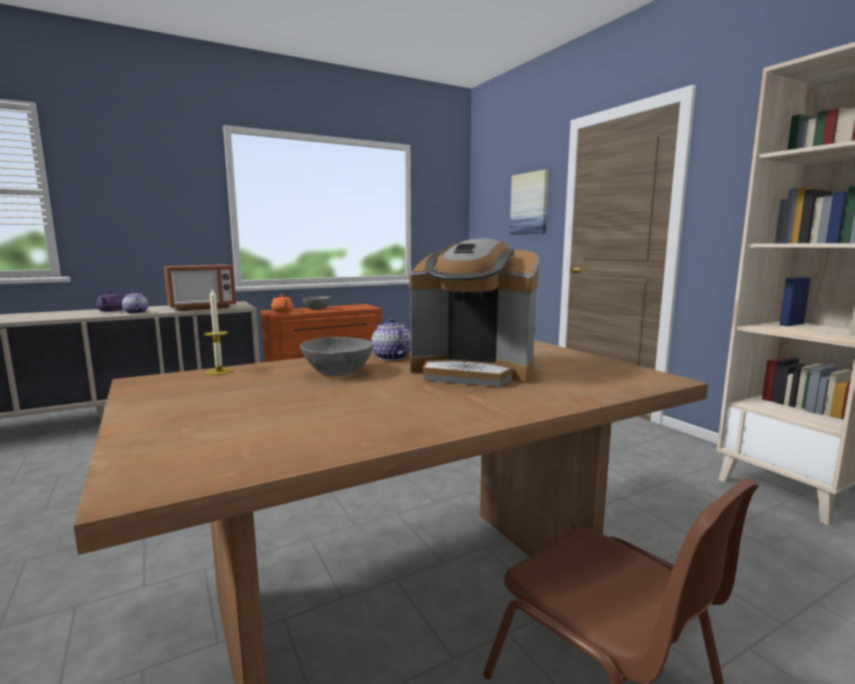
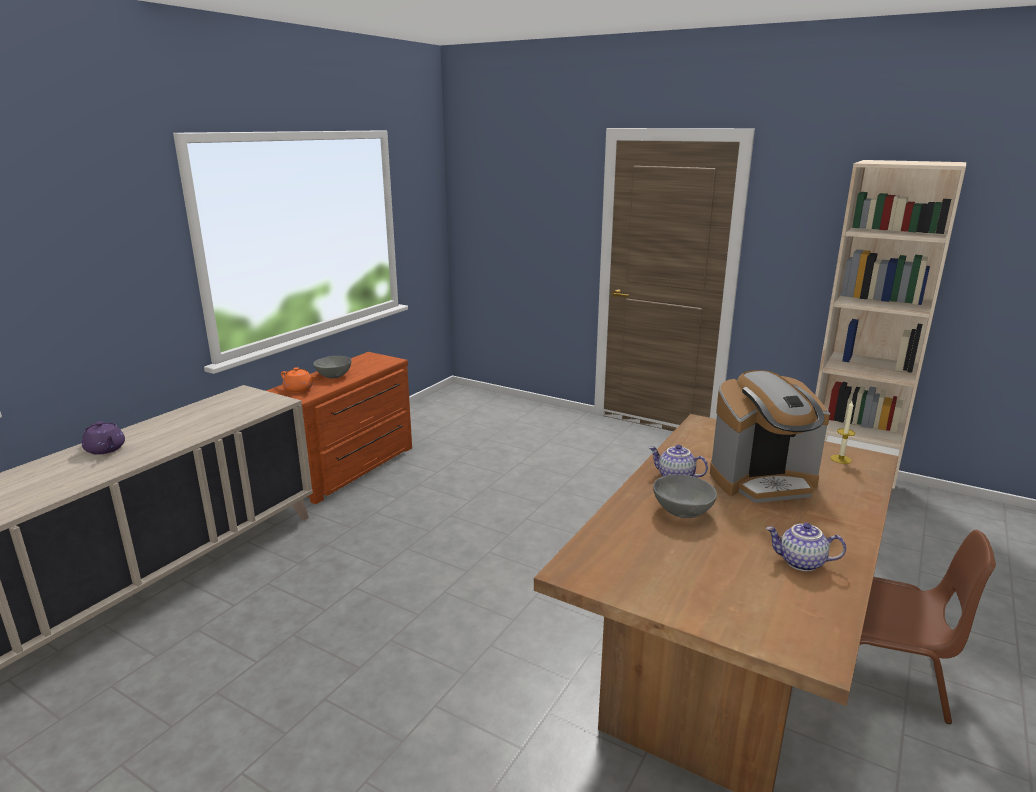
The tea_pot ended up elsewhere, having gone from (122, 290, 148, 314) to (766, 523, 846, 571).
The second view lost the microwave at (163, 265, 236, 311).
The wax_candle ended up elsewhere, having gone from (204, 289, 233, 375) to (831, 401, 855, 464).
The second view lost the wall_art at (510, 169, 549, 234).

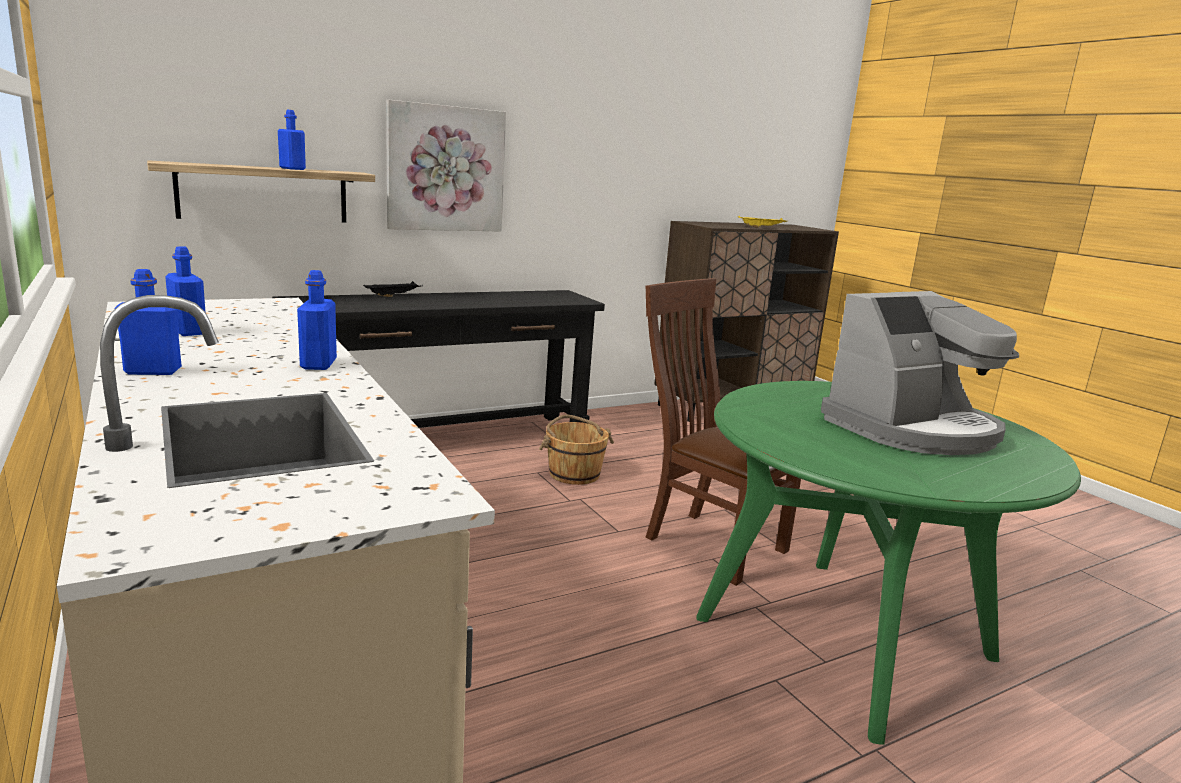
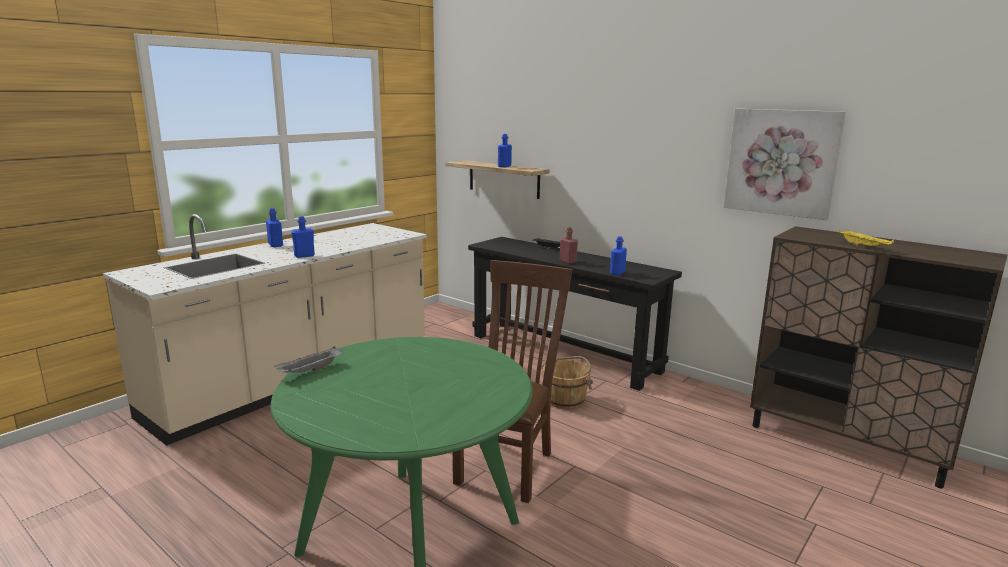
The blue-coloured_bottle ended up elsewhere, having gone from (165, 246, 205, 336) to (610, 236, 627, 276).
The wall_art ended up elsewhere, having gone from (386, 100, 506, 232) to (724, 109, 846, 220).
The second view lost the coffee_machine at (821, 291, 1019, 455).
The second view gained the grey_tray at (274, 346, 342, 373).
The second view gained the reddish_bottle at (560, 227, 578, 264).

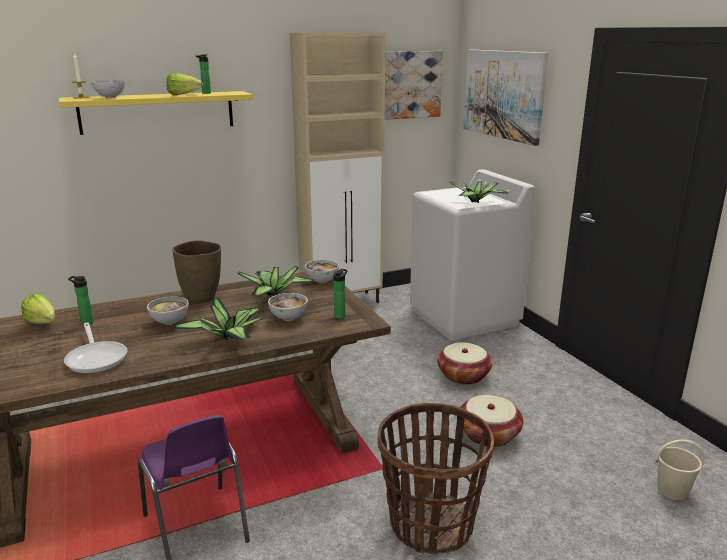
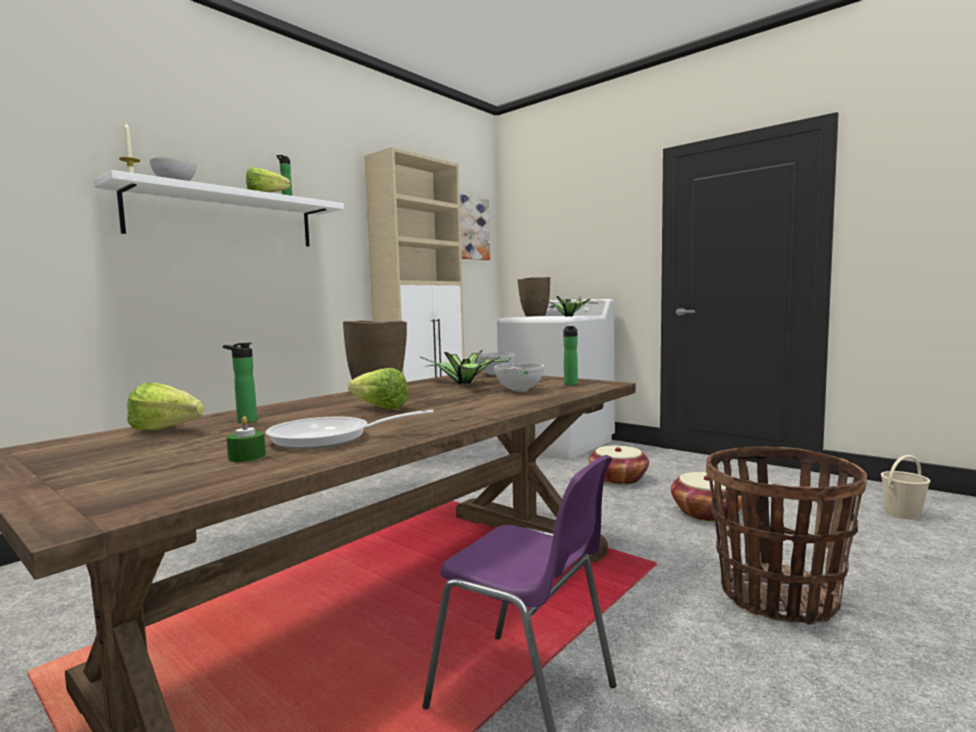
What was the yellow_bracket_shelf at (59, 91, 253, 135) turned into the whitish_bracket_shelf at (94, 170, 344, 247).
The skillet at (64, 323, 127, 374) ended up facing another way, 135 degrees clockwise from before.
Where the bowl stood at (147, 296, 189, 325), the head_of_lettuce came to stand at (348, 368, 408, 410).
The second view lost the houseplant at (175, 298, 263, 341).
The second view lost the wall_art at (463, 50, 548, 146).
The second view gained the greenish_wax_candle at (226, 416, 266, 462).
The second view gained the brown-coloured_vase at (518, 277, 550, 317).

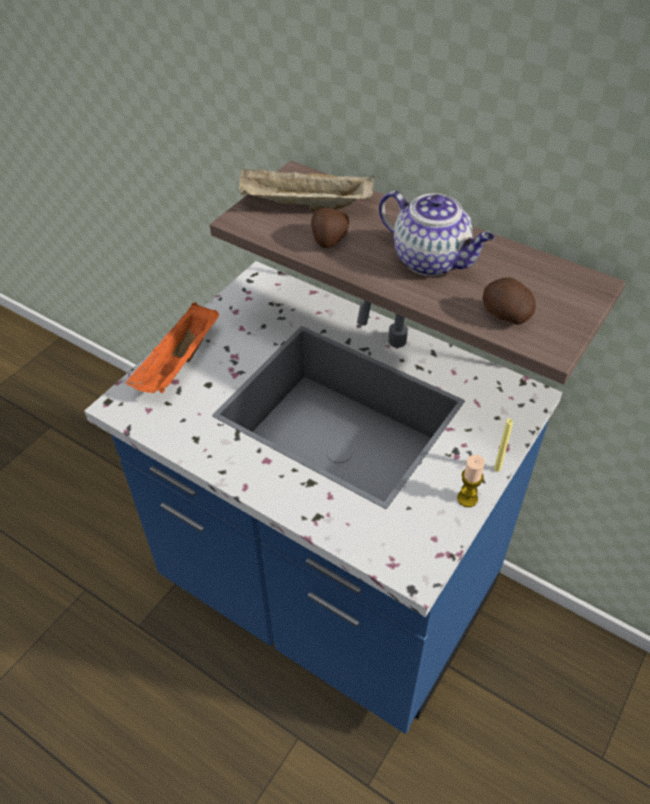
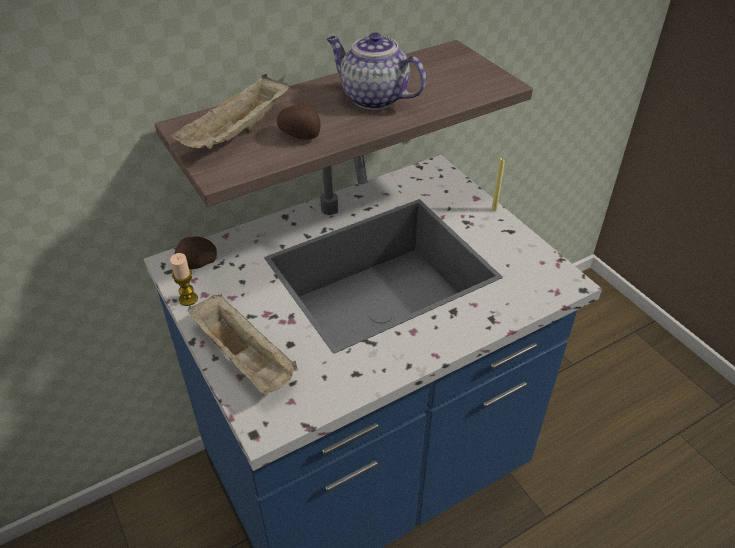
What was the orangey_tray at (126, 302, 219, 393) turned into the sand-coloured_tray at (188, 294, 298, 396).
The tea_pot at (379, 190, 495, 276) ended up facing another way, 120 degrees counterclockwise from before.
The wax_candle ended up elsewhere, having gone from (457, 455, 485, 507) to (170, 253, 198, 306).
The spud ended up elsewhere, having gone from (482, 277, 536, 325) to (174, 237, 217, 270).

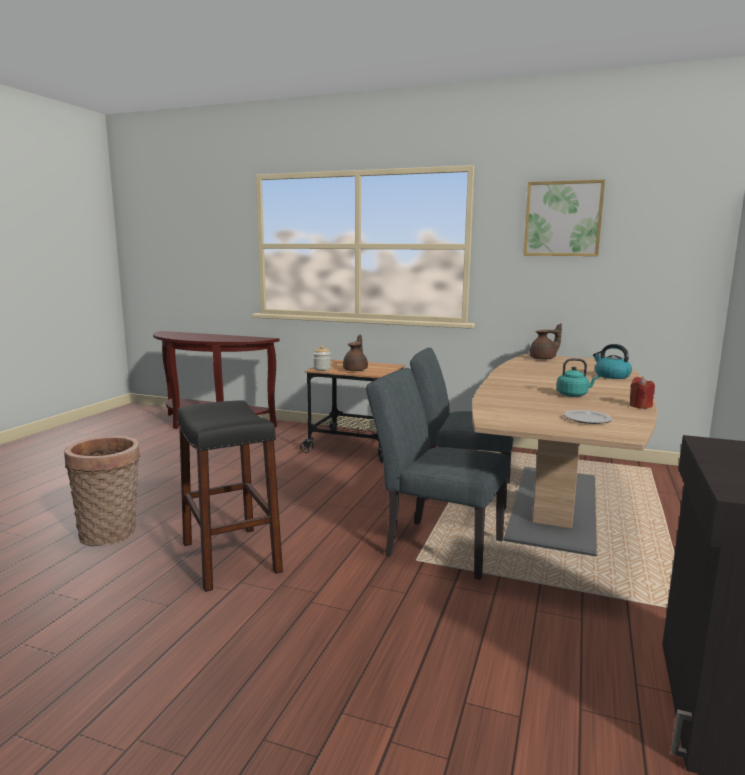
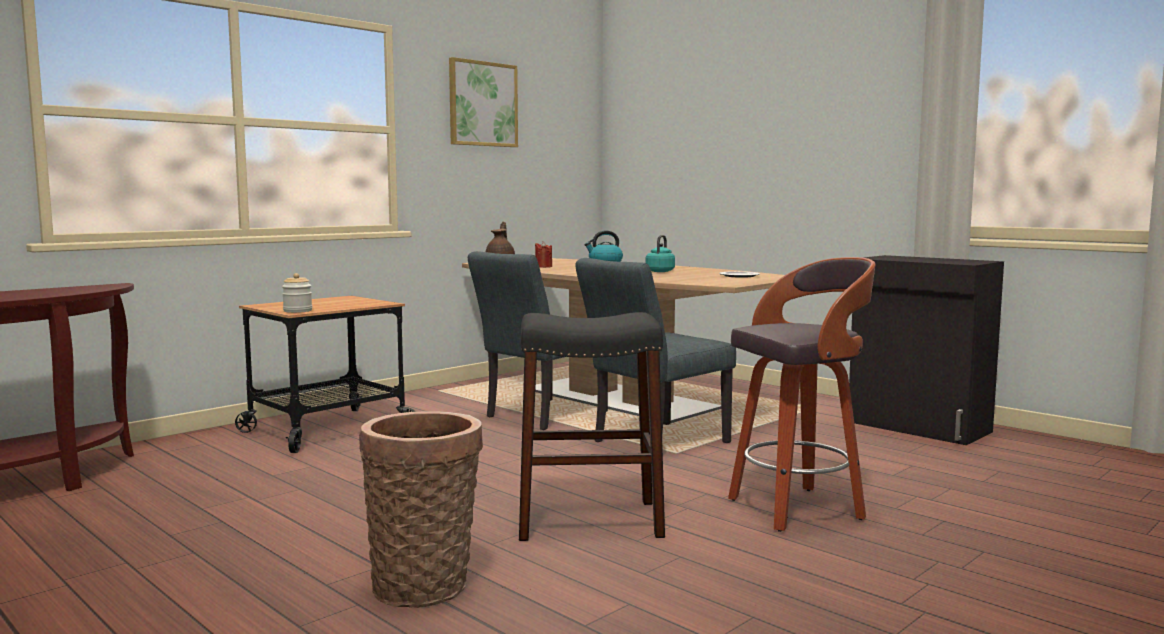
The second view lost the brown-coloured_tea_pot at (343, 334, 368, 371).
The reddish_wax_candle ended up elsewhere, having gone from (629, 376, 655, 409) to (535, 241, 552, 268).
The second view gained the stool at (728, 257, 876, 532).

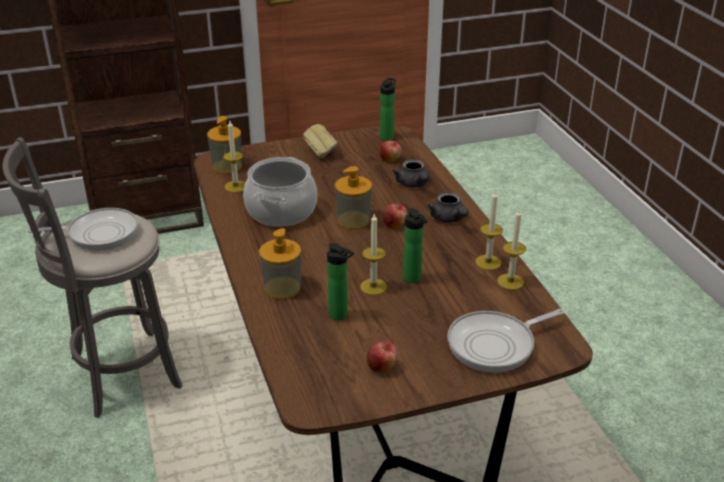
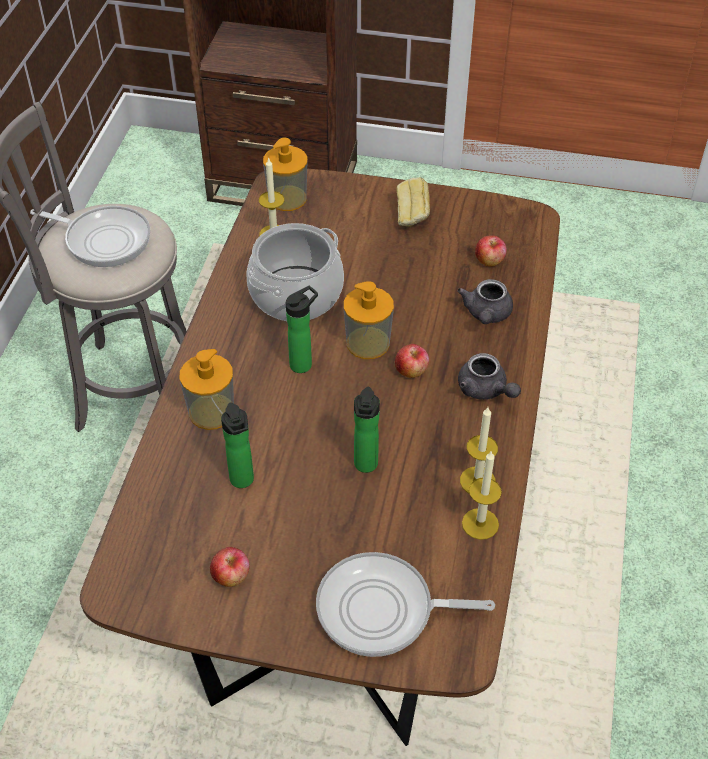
The second view lost the wax_candle at (360, 214, 387, 295).
The bottle ended up elsewhere, having gone from (380, 78, 396, 141) to (286, 286, 318, 373).
The grey_tea_pot at (428, 192, 469, 223) ended up facing another way, 45 degrees counterclockwise from before.

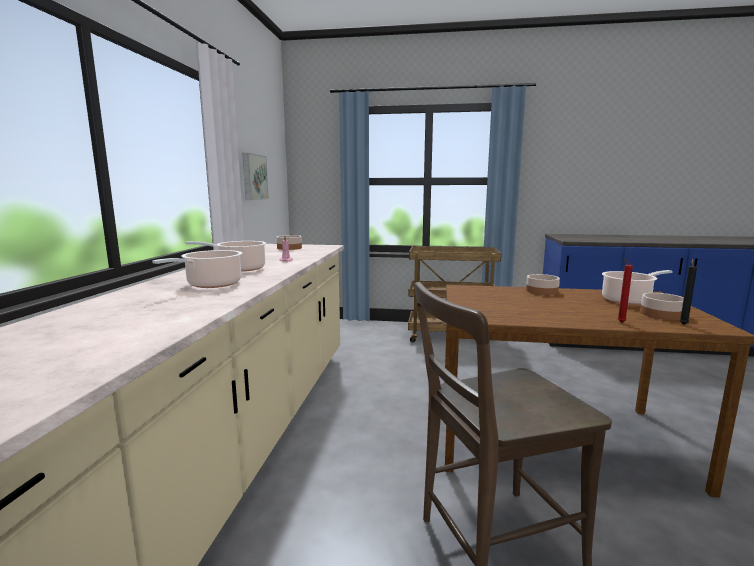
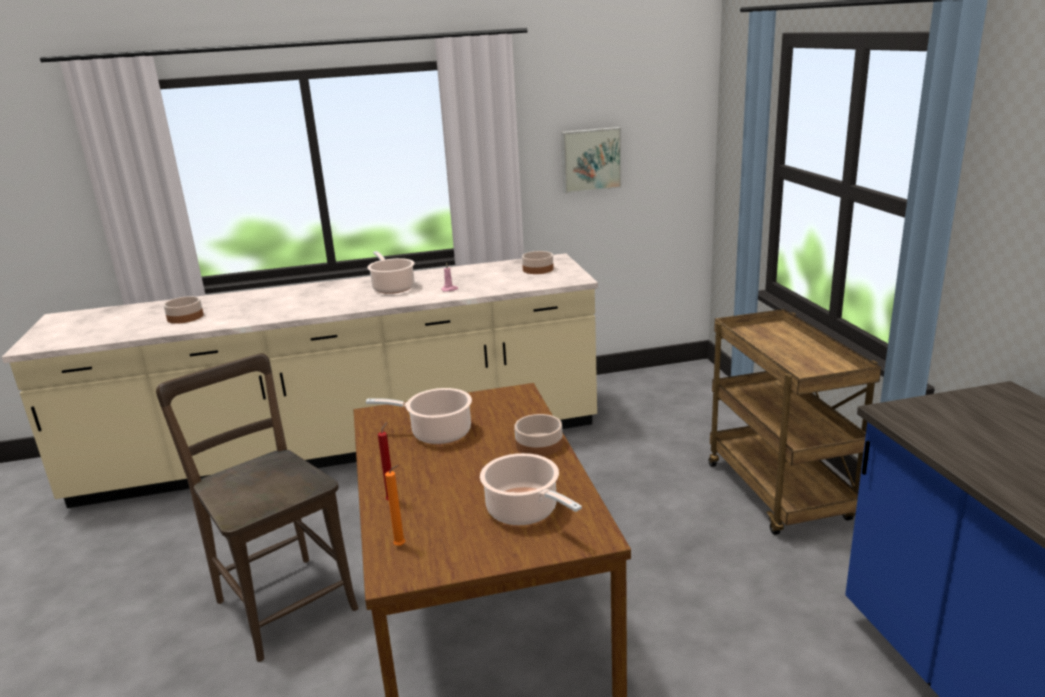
The saucepot ended up elsewhere, having gone from (152, 250, 242, 288) to (366, 388, 472, 444).
The bowl ended up elsewhere, having gone from (640, 293, 684, 320) to (163, 296, 204, 324).
What was the black-coloured_wax_candle at (679, 259, 697, 325) turned into the orangey_wax_candle at (385, 465, 405, 546).

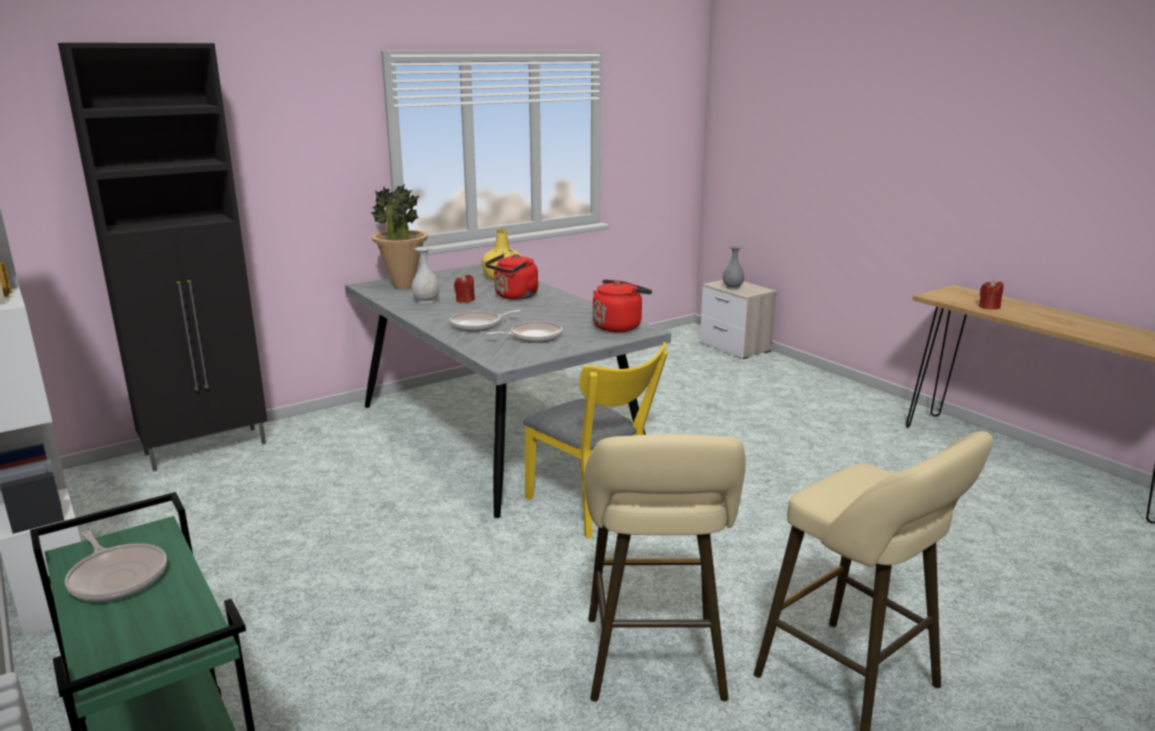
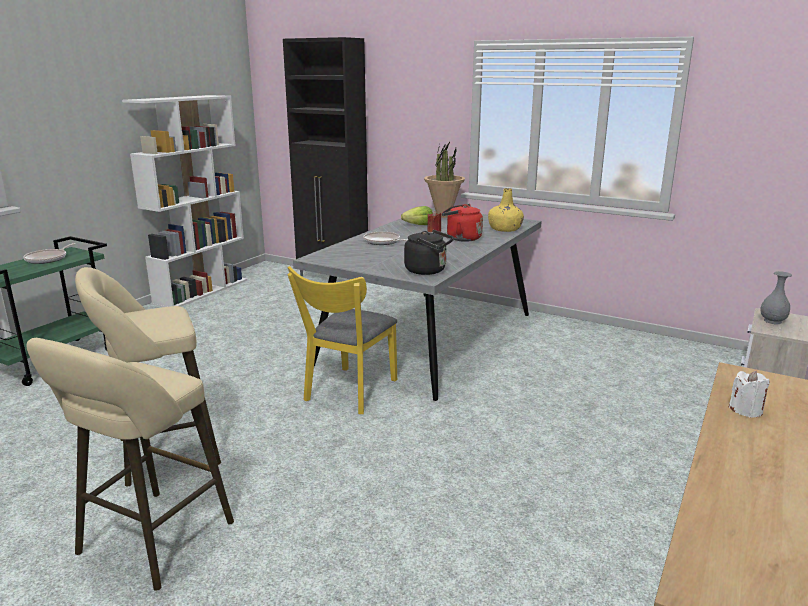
Where the whitish_vase stood at (412, 247, 440, 304), the head_of_lettuce came to stand at (401, 206, 433, 225).
The second view lost the skillet at (486, 321, 563, 343).
What was the reddish_kettle at (593, 279, 652, 332) turned into the black-coloured_kettle at (404, 230, 454, 275).
What was the reddish_wax_candle at (979, 280, 1004, 310) turned into the whitish_wax_candle at (729, 371, 770, 418).

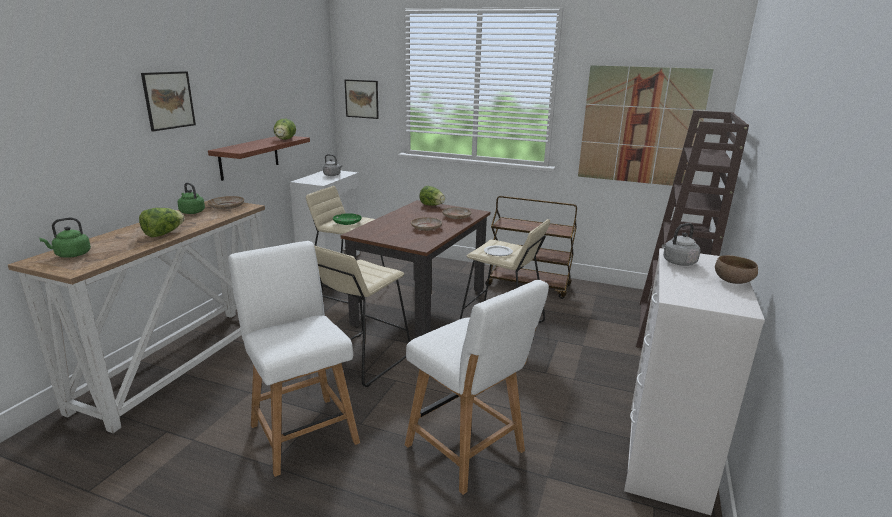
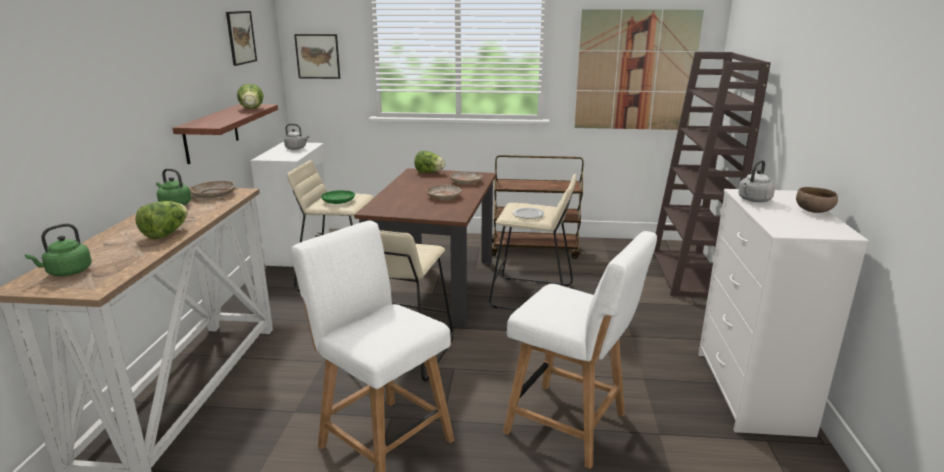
The wall_art ended up elsewhere, having gone from (141, 71, 196, 131) to (226, 11, 257, 66).

